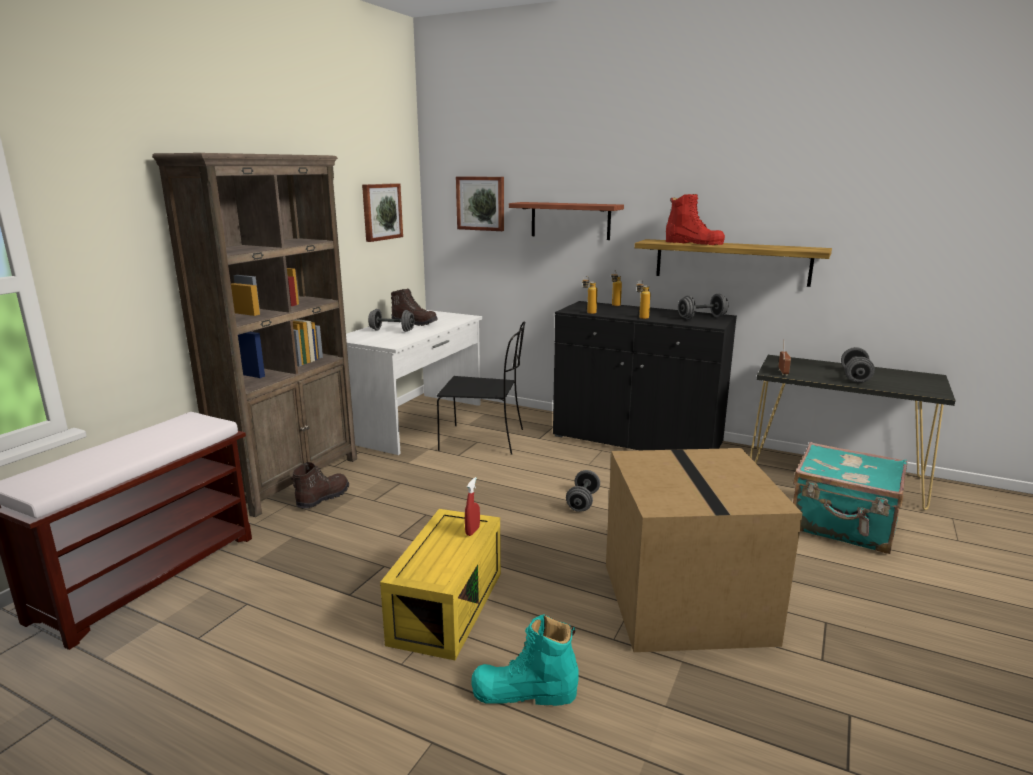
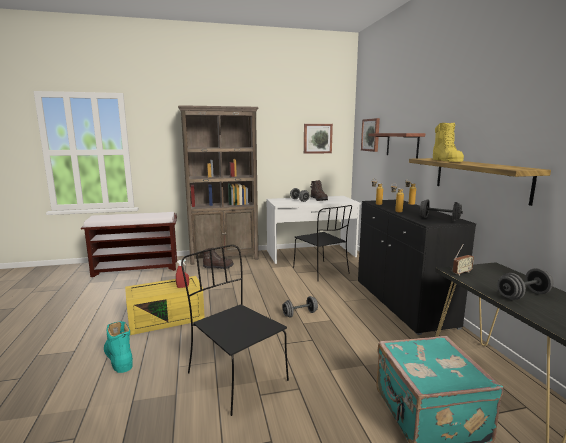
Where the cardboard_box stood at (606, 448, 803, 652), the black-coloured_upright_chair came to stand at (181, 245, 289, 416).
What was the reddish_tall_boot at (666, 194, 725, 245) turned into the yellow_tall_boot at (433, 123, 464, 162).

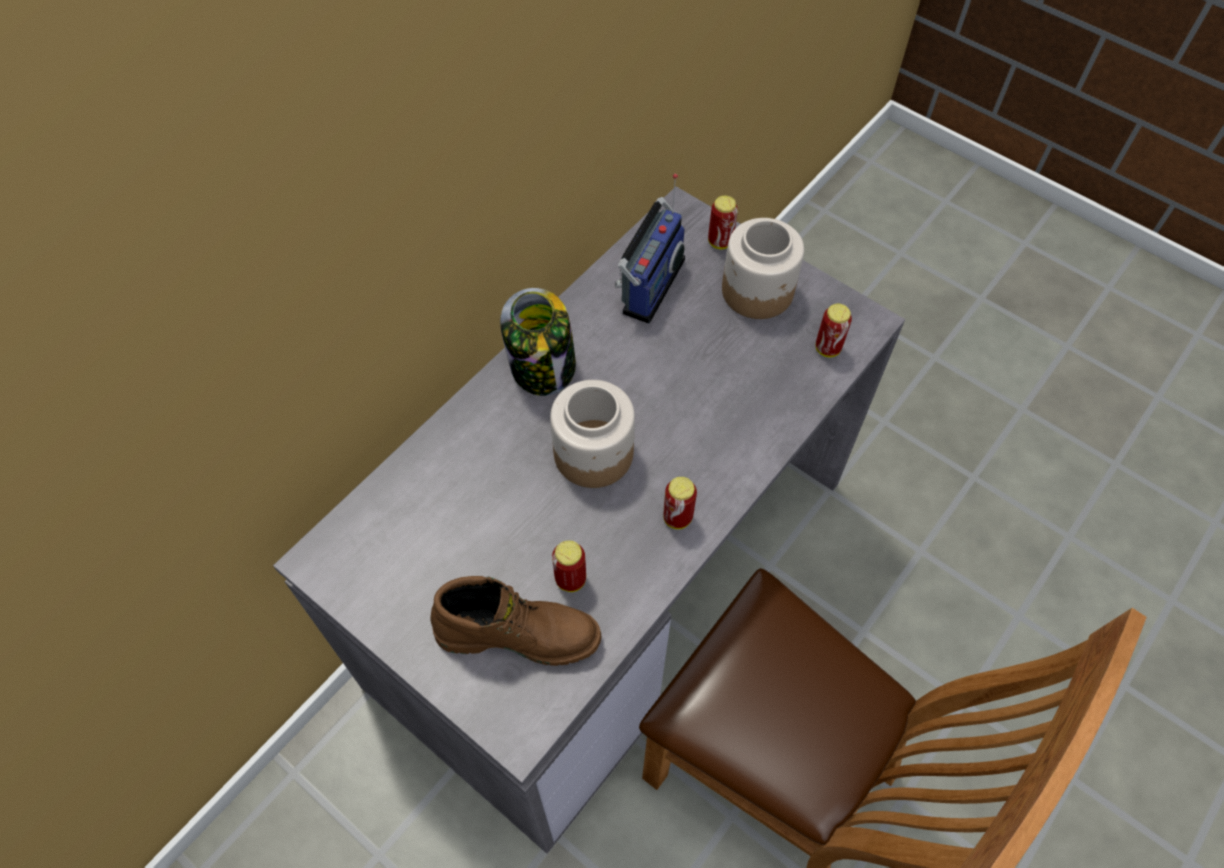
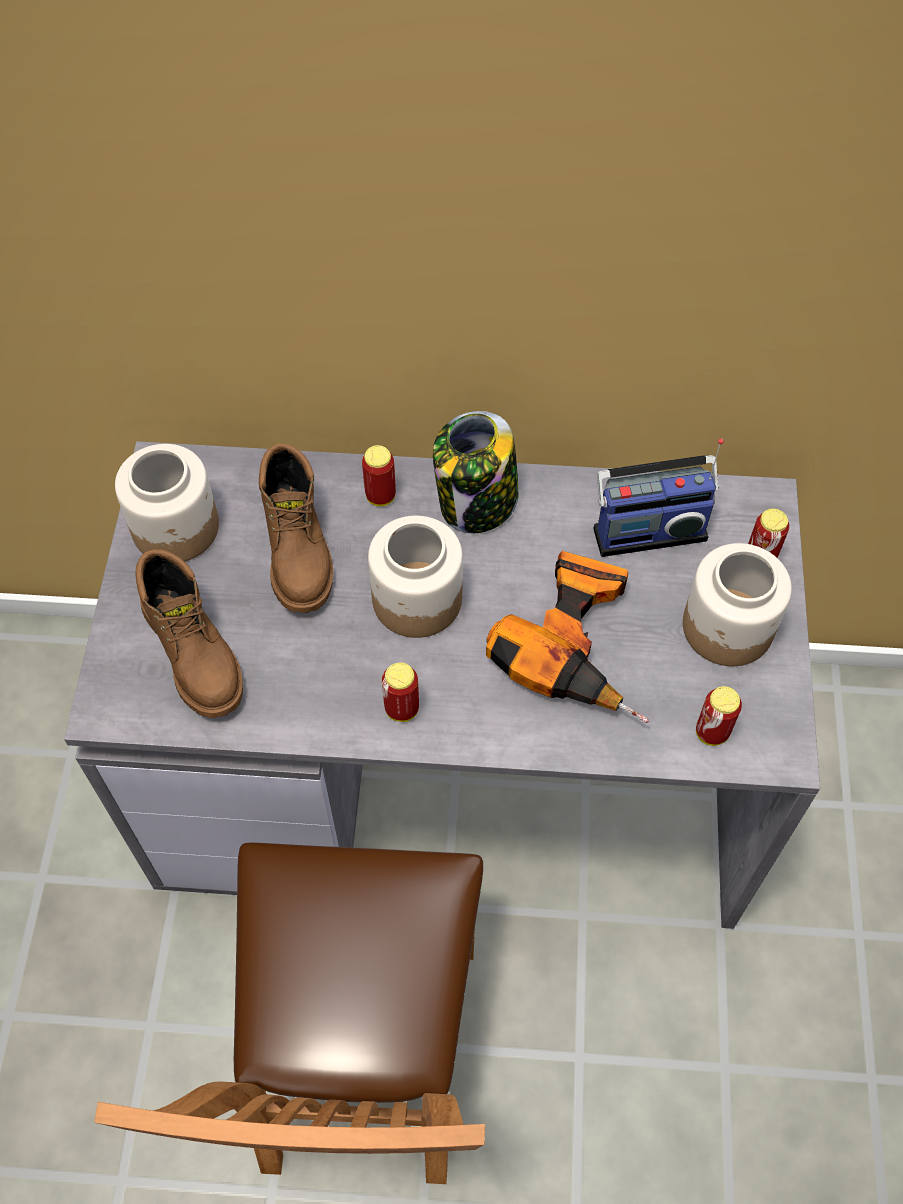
The sealed_can ended up elsewhere, having gone from (552, 541, 586, 592) to (362, 445, 396, 507).
The second view gained the storage_jar at (115, 444, 219, 561).
The second view gained the brown-coloured_tall_boot at (259, 443, 333, 613).
The second view gained the drill at (486, 551, 649, 723).

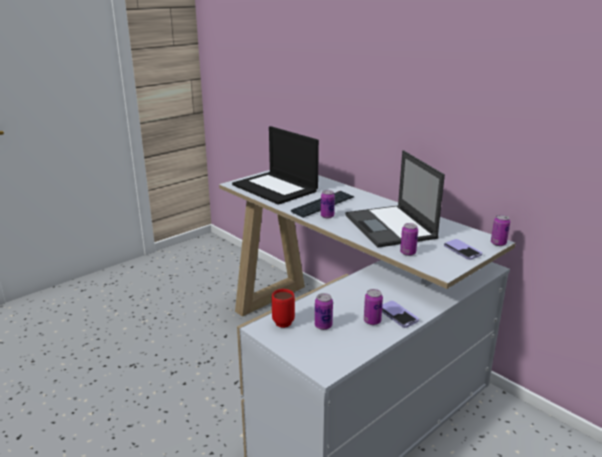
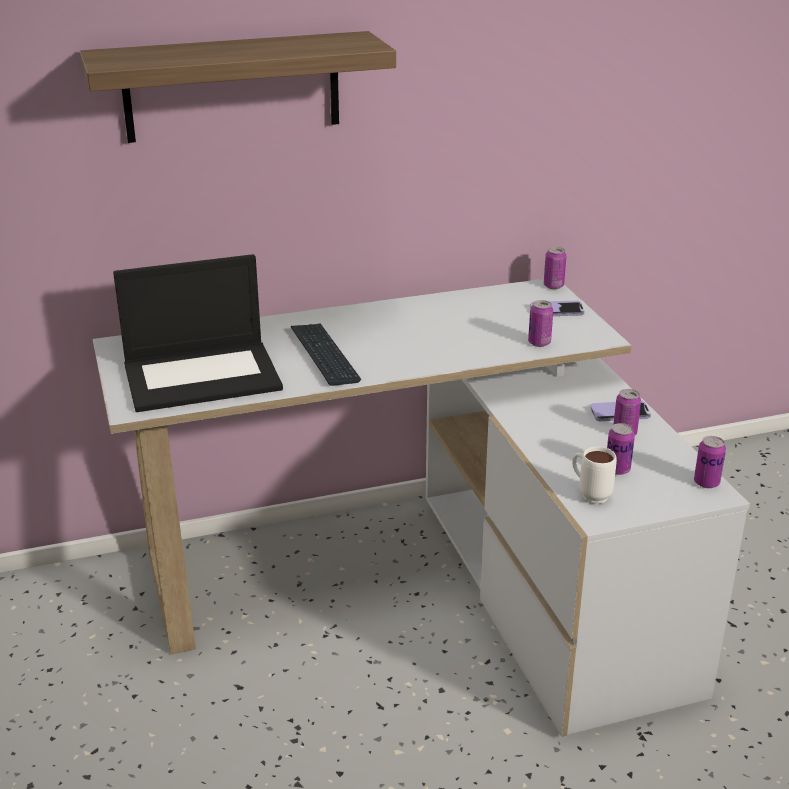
What was the reddish_tea_mug at (272, 289, 295, 328) turned into the whitish_tea_mug at (572, 446, 617, 504).
The sealed_can ended up elsewhere, having gone from (321, 190, 335, 218) to (694, 436, 726, 488).
The second view lost the notebook_computer at (345, 150, 445, 248).
The second view gained the bracket_shelf at (80, 31, 396, 143).

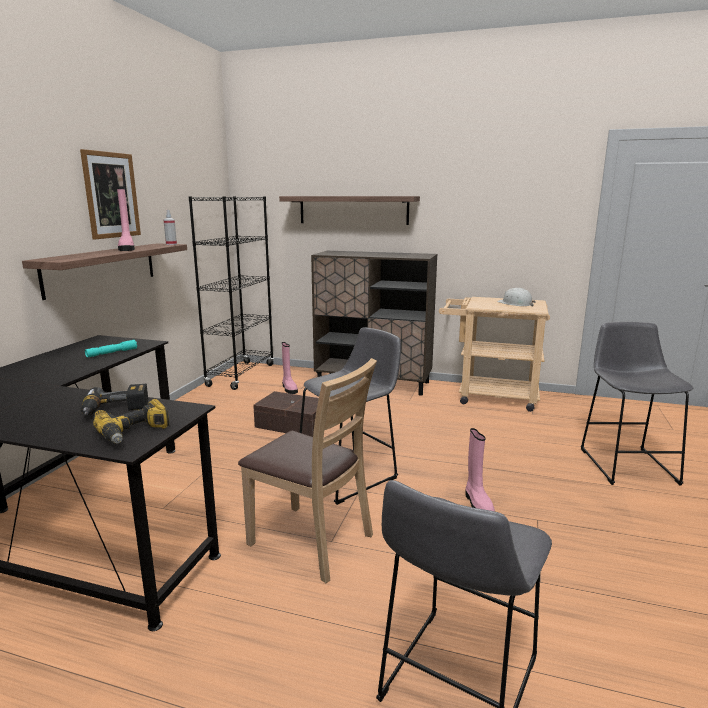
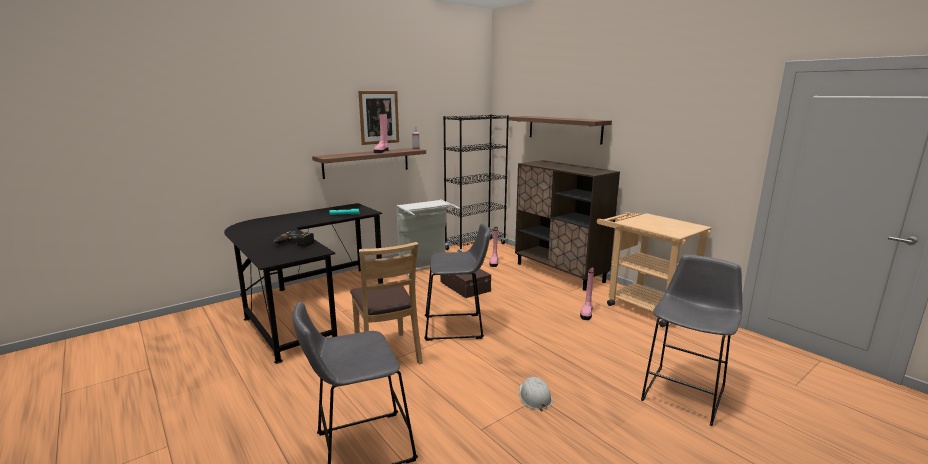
The second view lost the drill at (93, 399, 169, 444).
The pinkish_tall_boot ended up elsewhere, having gone from (466, 428, 495, 511) to (580, 267, 594, 320).
The whitish_safety_helmet ended up elsewhere, having gone from (497, 288, 536, 307) to (519, 377, 553, 412).
The second view gained the grey_washing_basket at (396, 199, 460, 282).

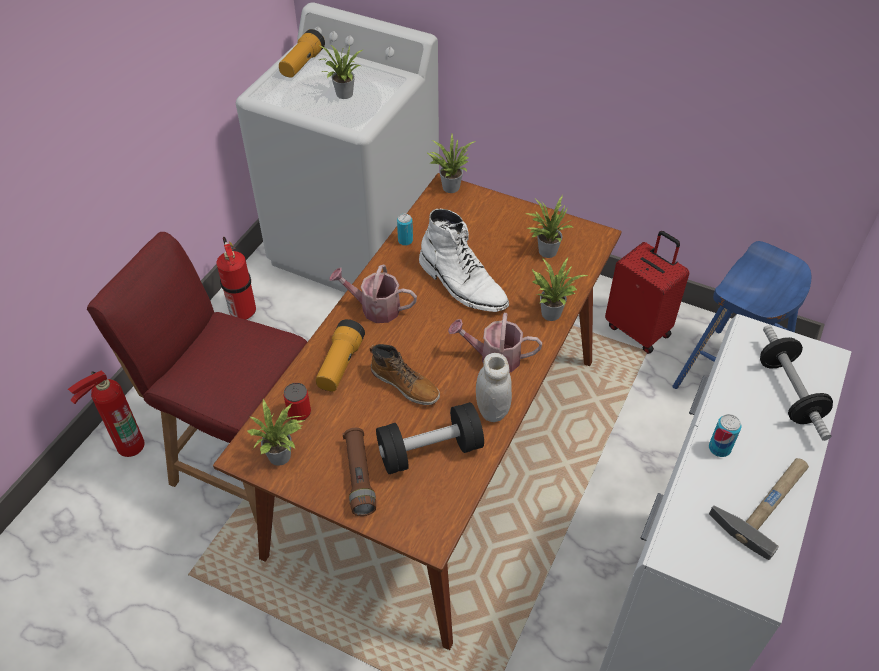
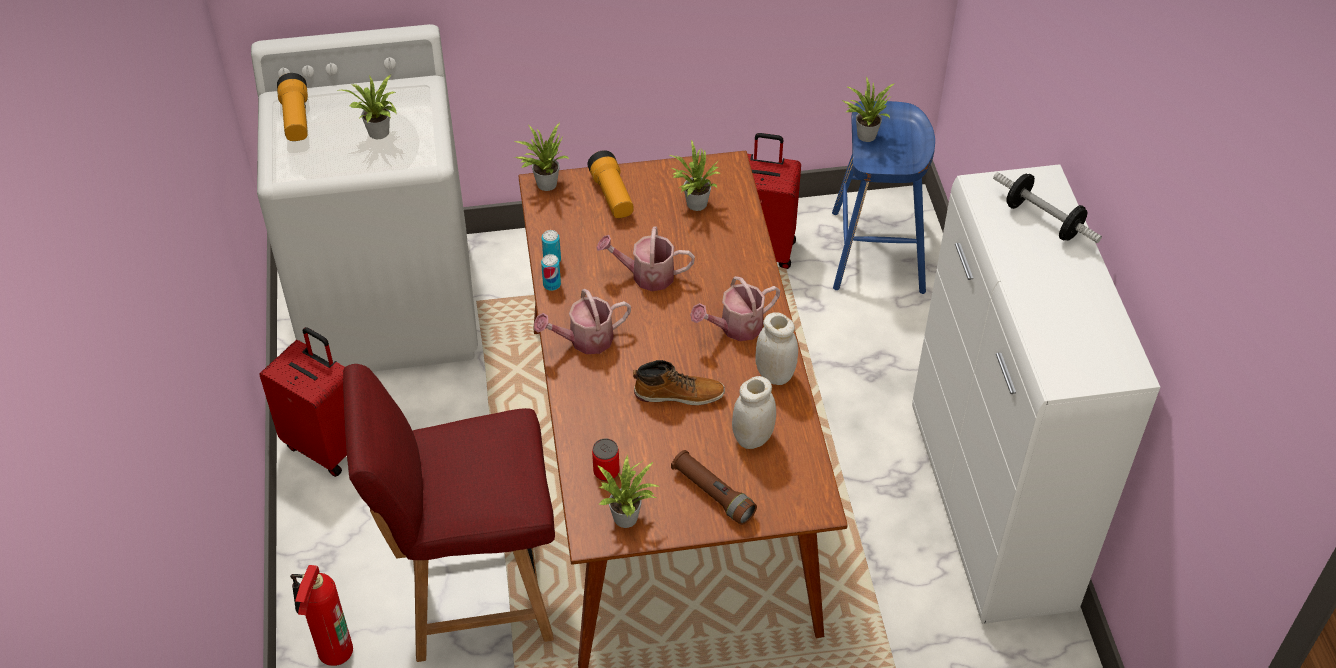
Where the fire-fighting_cylinder stood at (216, 237, 256, 320), the reddish_piece_of_luggage came to stand at (259, 327, 347, 477).
The hand_torch ended up elsewhere, having gone from (316, 319, 365, 391) to (587, 150, 634, 218).
Where the black-coloured_free_weight stood at (376, 402, 484, 474), the whitish_storage_jar came to stand at (732, 376, 776, 449).
Where the whitish_tall_boot stood at (419, 209, 509, 312), the watering_pot came to stand at (596, 226, 695, 291).
The houseplant ended up elsewhere, having gone from (531, 258, 588, 321) to (842, 77, 895, 142).
The sealed_can ended up elsewhere, having gone from (709, 414, 742, 457) to (541, 254, 561, 291).
The second view lost the tool_hammer at (709, 458, 809, 560).

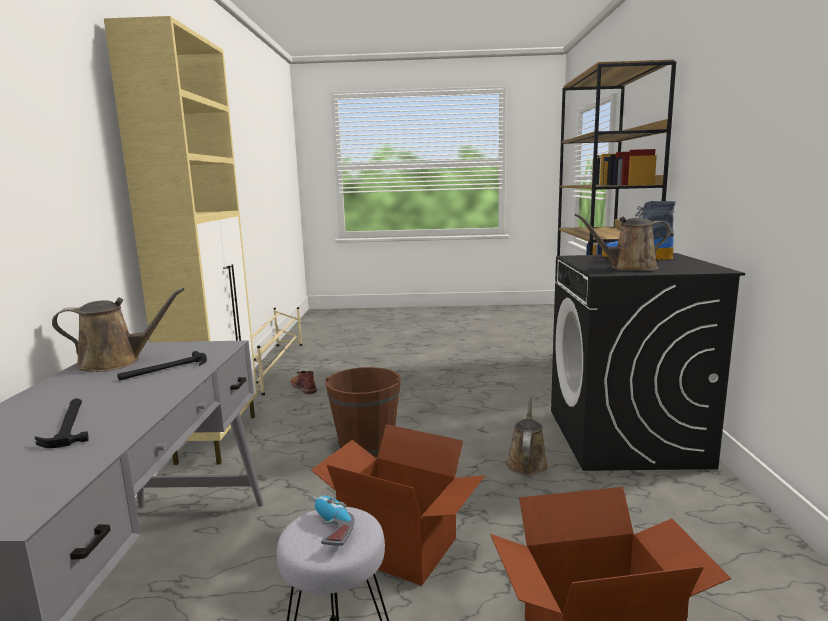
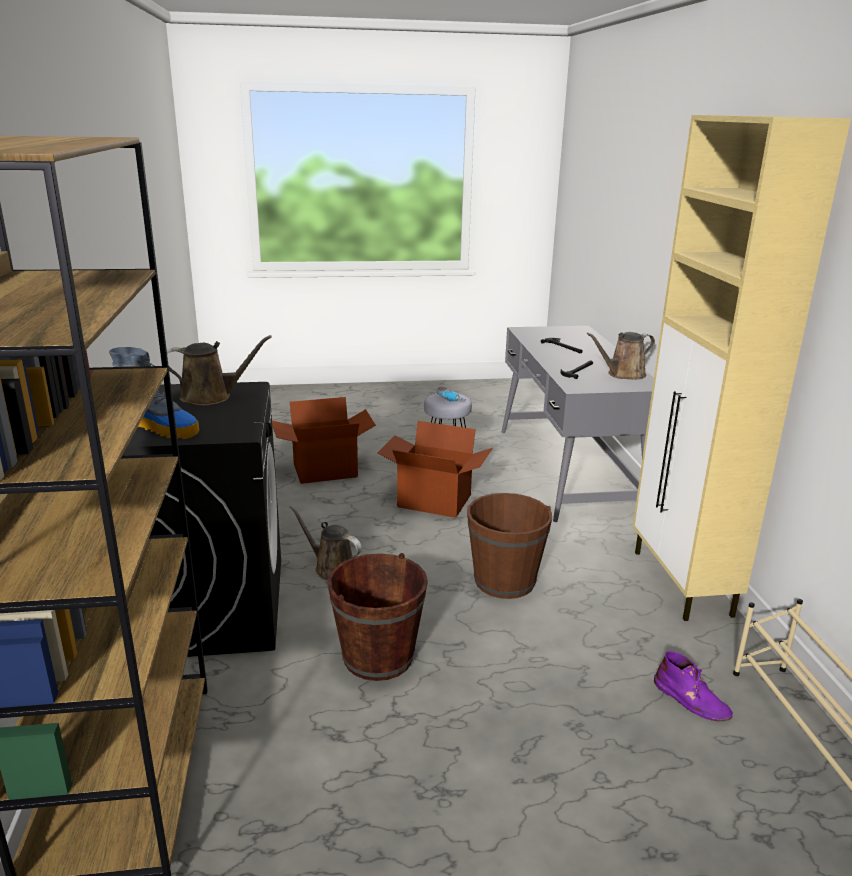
What was the brown-coloured_tall_boot at (290, 371, 317, 394) turned into the purple_tall_boot at (654, 651, 733, 721).
The brown-coloured_watering_pot at (506, 394, 548, 476) ended up facing another way, 120 degrees clockwise from before.
The second view gained the brown-coloured_water_bucket at (328, 553, 428, 681).

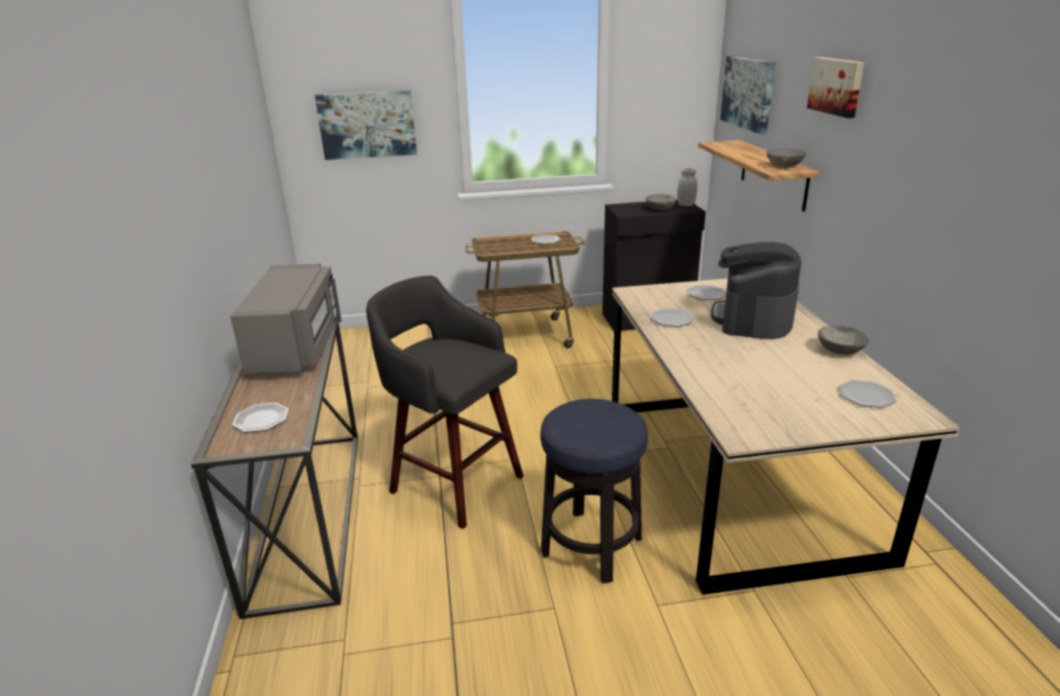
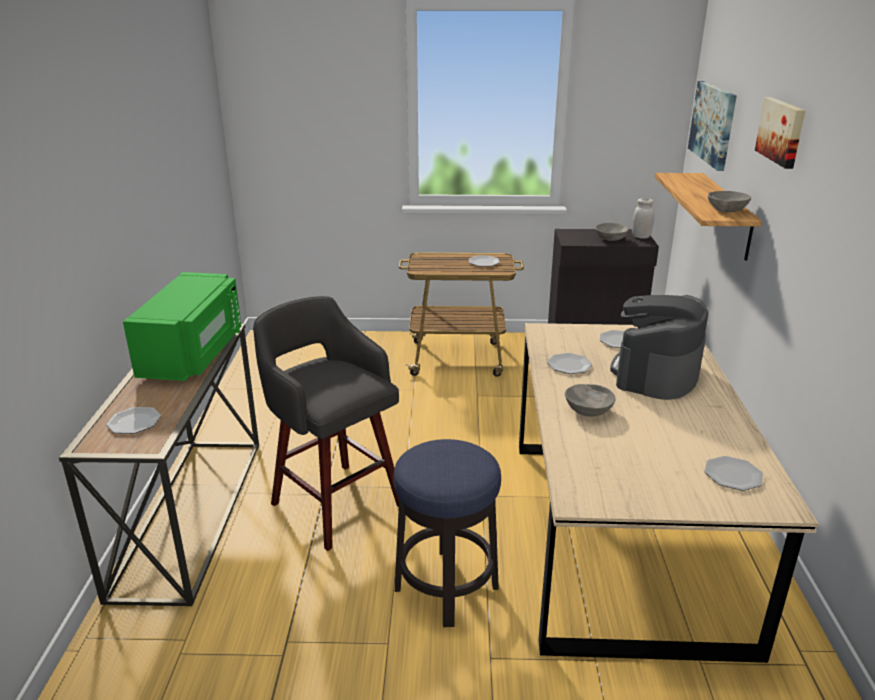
What was the grey_microwave at (230, 263, 342, 376) turned into the greenish_microwave at (123, 272, 241, 381).
The second view lost the wall_art at (315, 91, 417, 160).
The grey_bowl ended up elsewhere, having gone from (818, 326, 869, 355) to (565, 384, 616, 416).

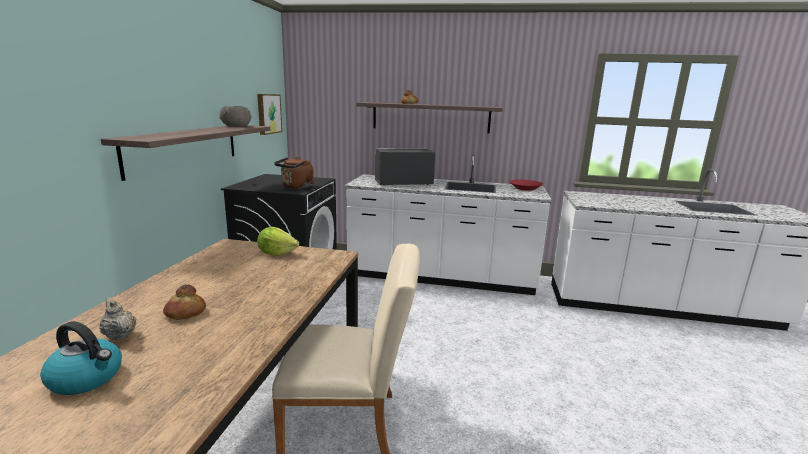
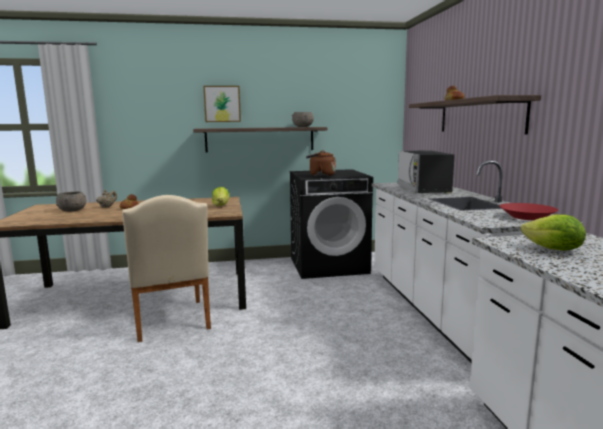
Where the kettle stood at (40, 321, 122, 395), the grey_bowl came to stand at (56, 191, 87, 212).
The wall_art ended up elsewhere, having gone from (257, 94, 282, 135) to (203, 86, 241, 122).
The microwave at (375, 148, 435, 186) ended up facing another way, 150 degrees counterclockwise from before.
The second view gained the head_of_lettuce at (521, 214, 586, 251).

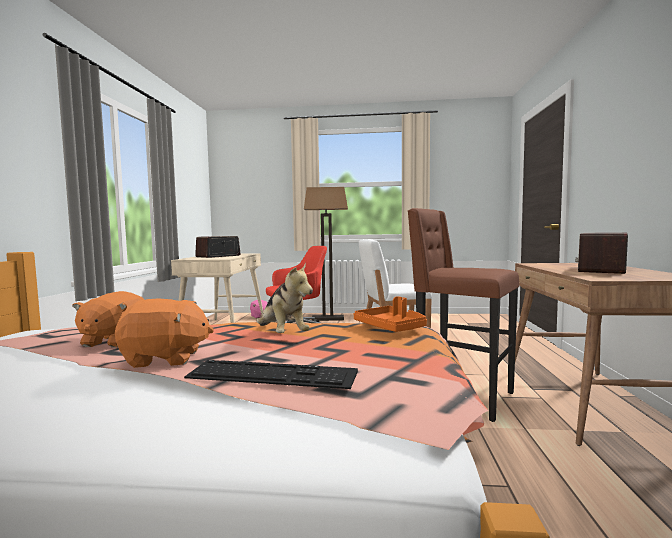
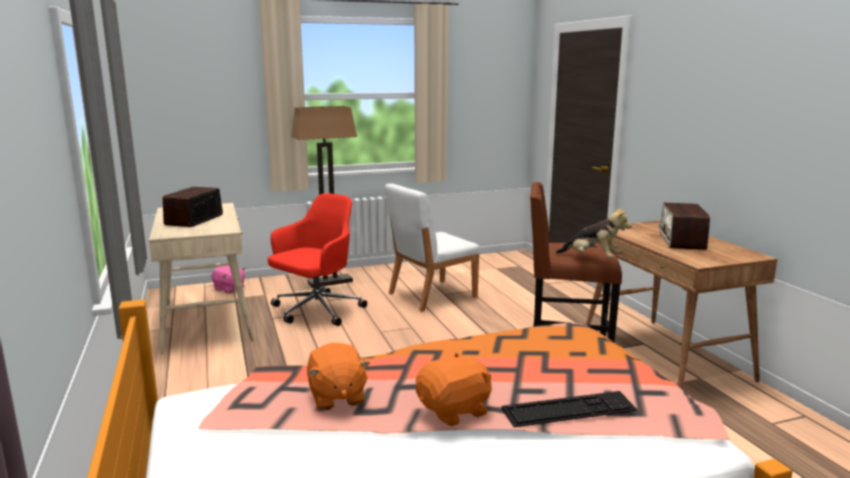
The soft_toy ended up elsewhere, having gone from (257, 263, 313, 333) to (556, 206, 632, 258).
The second view lost the orangey_tray at (354, 296, 427, 332).

